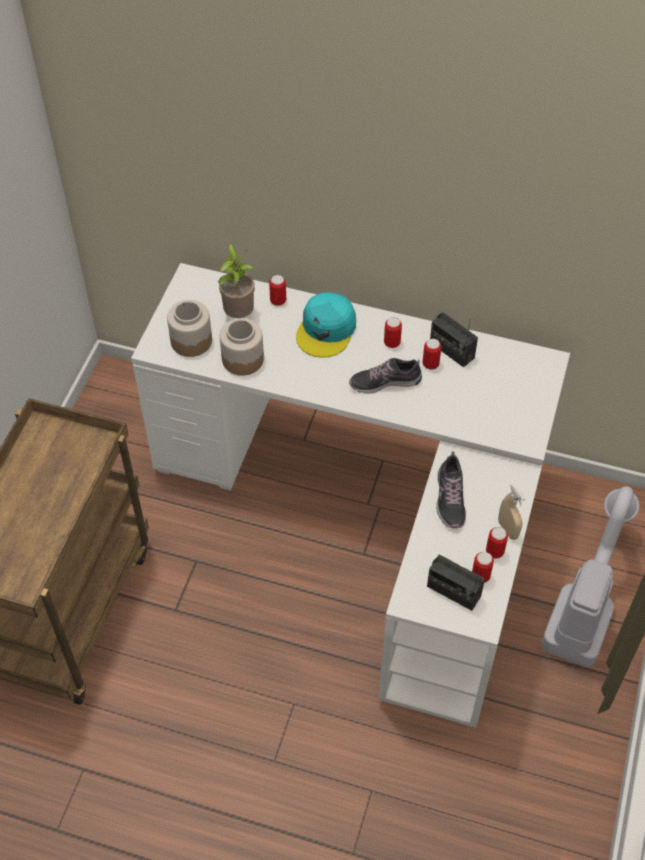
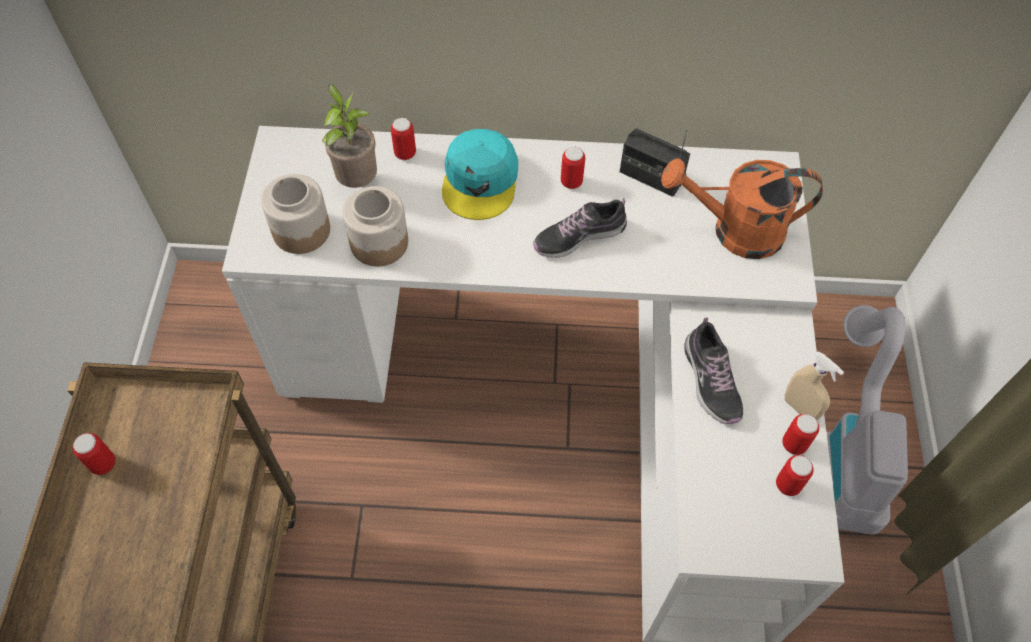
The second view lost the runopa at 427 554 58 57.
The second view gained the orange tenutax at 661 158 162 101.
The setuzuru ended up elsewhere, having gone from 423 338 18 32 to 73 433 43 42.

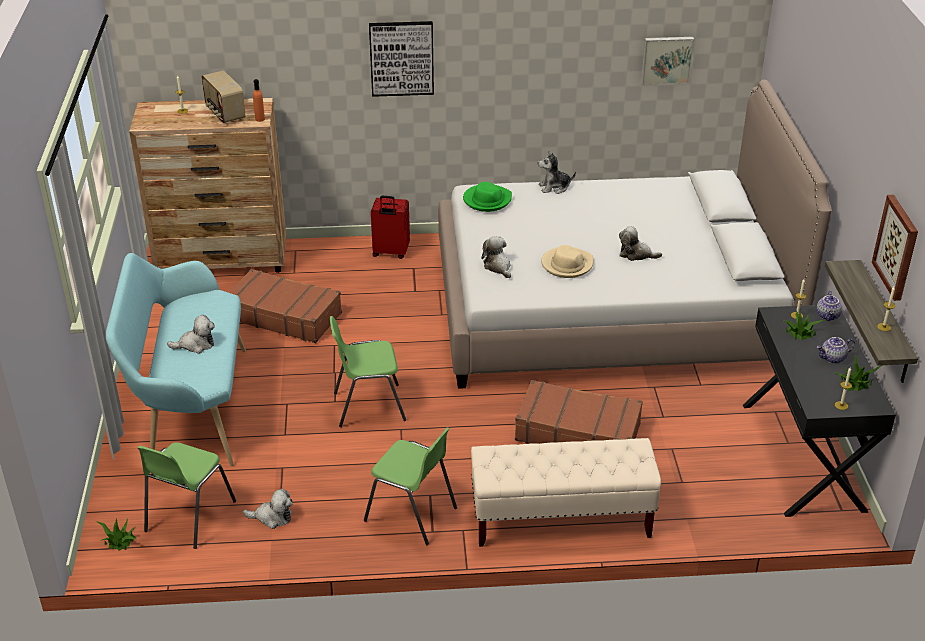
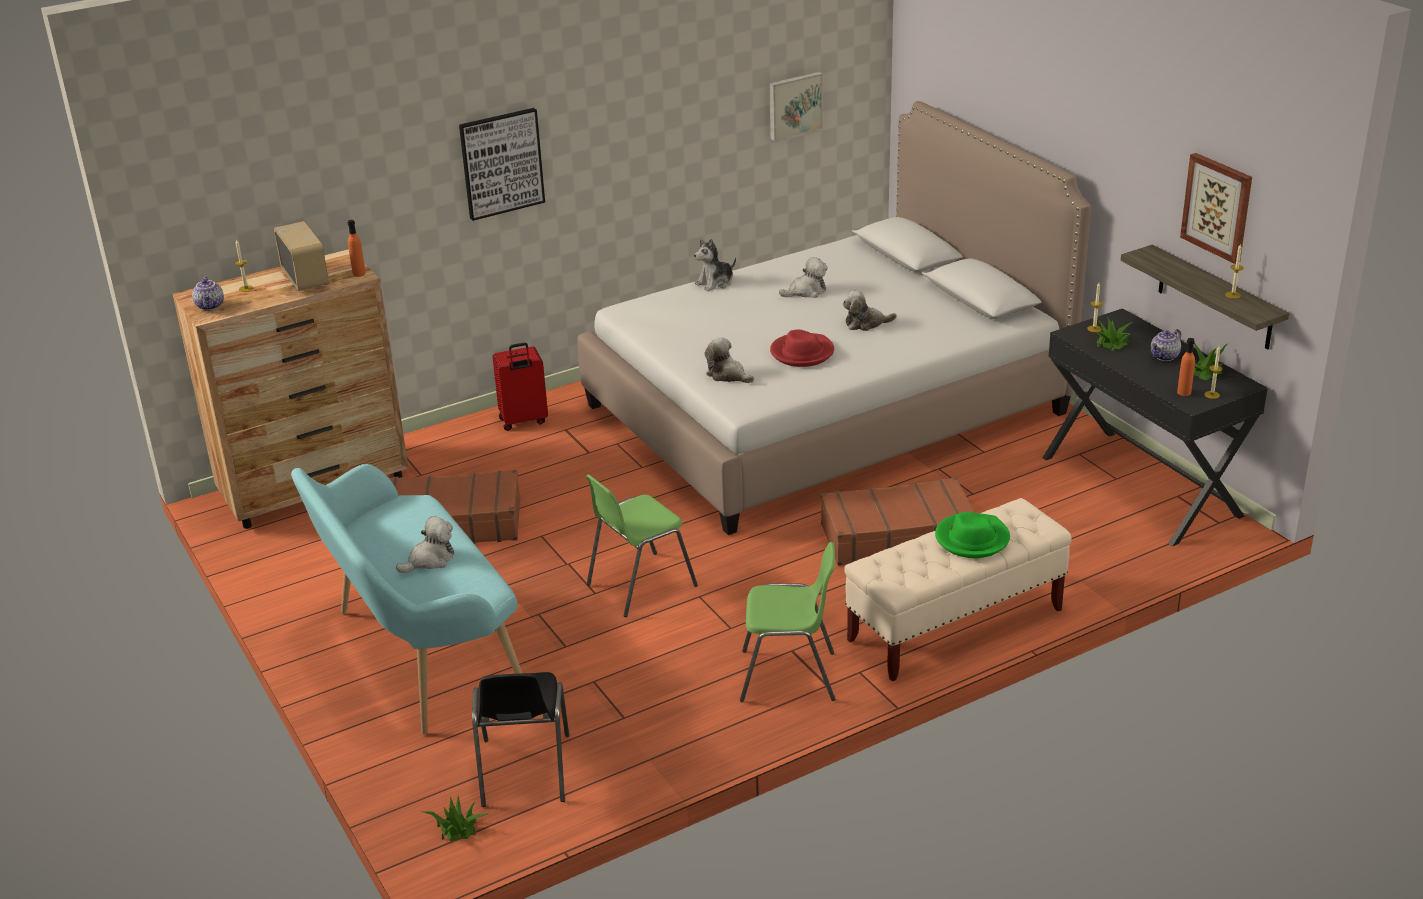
The second view gained the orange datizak at 1177 338 18 58.
The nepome ended up elsewhere, having gone from 243 489 50 40 to 779 257 49 41.
The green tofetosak ended up elsewhere, having gone from 463 182 49 30 to 935 512 75 46.
The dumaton ended up elsewhere, having gone from 817 291 25 30 to 192 276 32 34.
What was the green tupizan at 138 442 98 107 turned into the black tupizan at 472 672 97 135.
What was the beige tofetosak at 541 245 53 33 turned into the red tofetosak at 770 329 64 38.
The runopa at 201 70 45 53 ended up facing another way, 150 degrees counterclockwise from before.

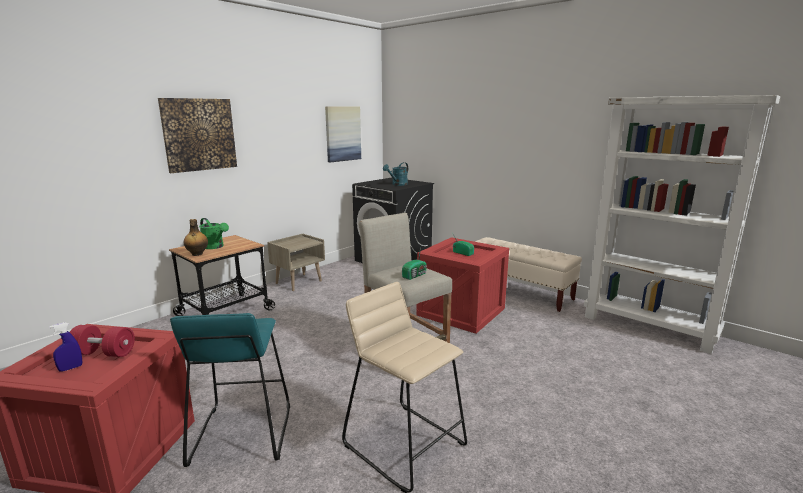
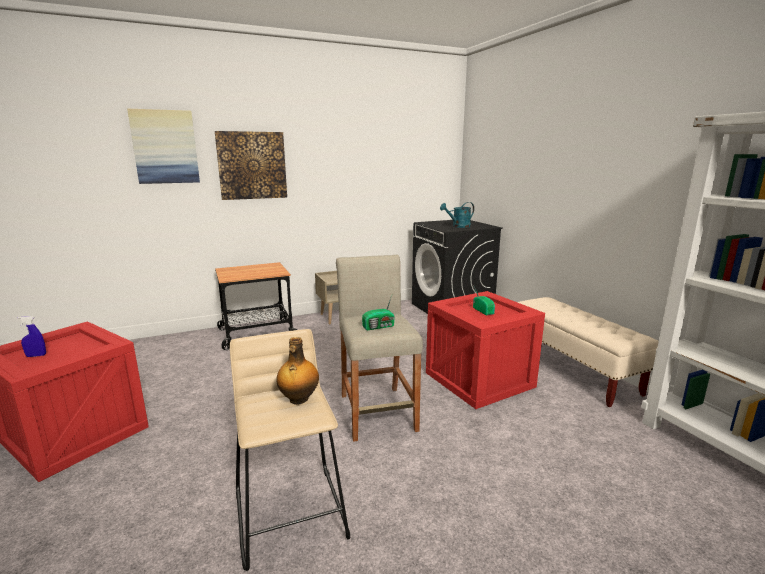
The second view lost the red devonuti at 70 325 65 32.
The second view lost the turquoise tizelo at 170 313 120 154.
The second view lost the green tenutax at 199 218 30 31.
The datizak ended up elsewhere, having gone from 184 219 24 37 to 276 337 43 68.
The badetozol ended up elsewhere, having gone from 325 106 36 56 to 127 109 73 75.

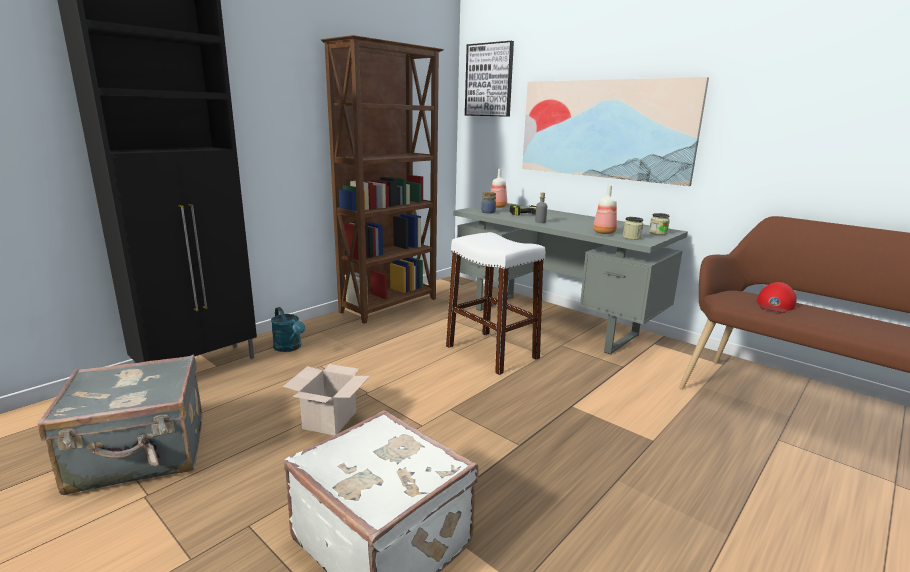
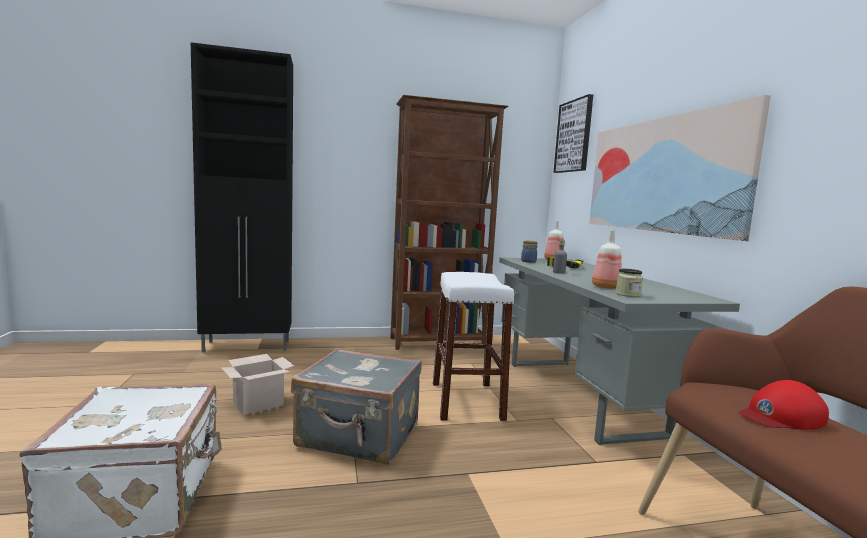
The second view lost the turquoise tenutax at 271 307 34 45.
The second view lost the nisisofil at 649 213 21 22.
The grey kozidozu ended up elsewhere, having gone from 38 355 165 140 to 291 349 131 116.

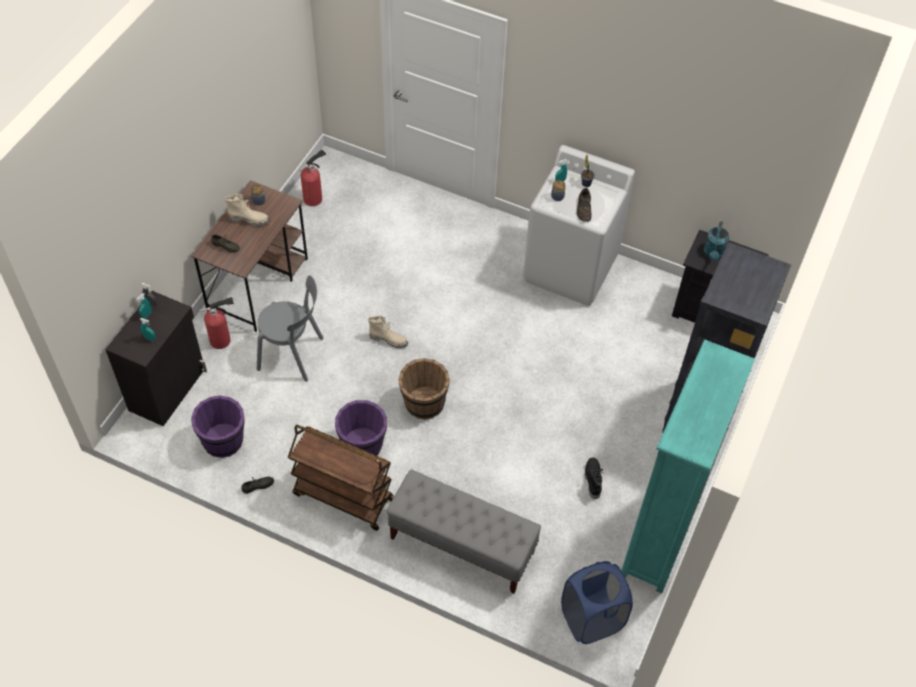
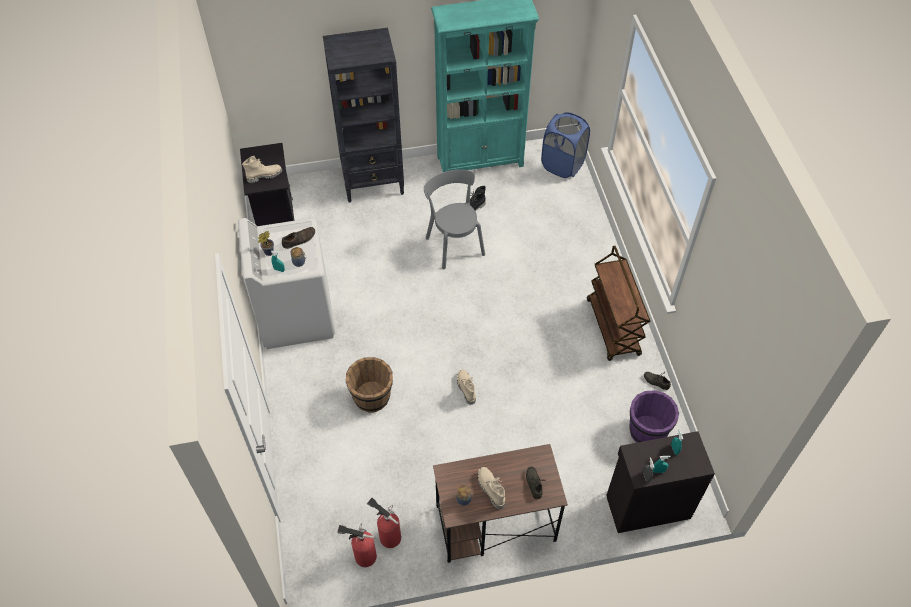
The second view lost the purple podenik at 335 400 52 56.
The second view lost the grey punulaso at 387 469 154 125.
The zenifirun ended up elsewhere, having gone from 199 297 35 52 to 367 498 34 50.
The grey tupizan ended up elsewhere, having gone from 257 275 67 107 to 424 170 61 100.
The brown podenik ended up elsewhere, having gone from 398 358 52 61 to 346 357 47 56.
Where the turquoise tenutax stood at 704 221 26 40, the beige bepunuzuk came to stand at 242 156 40 27.

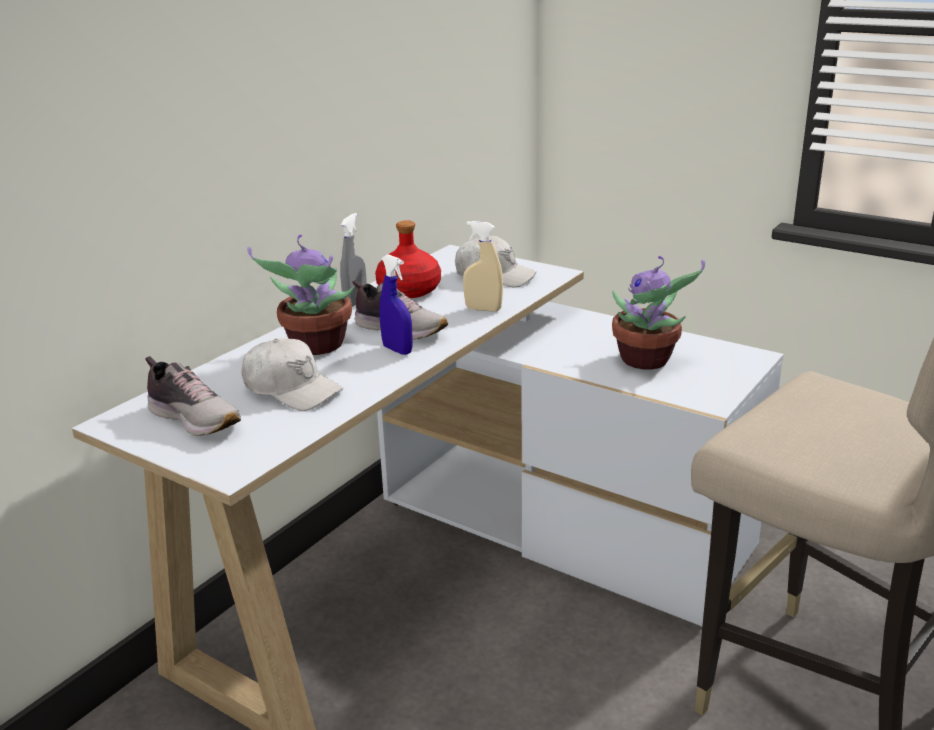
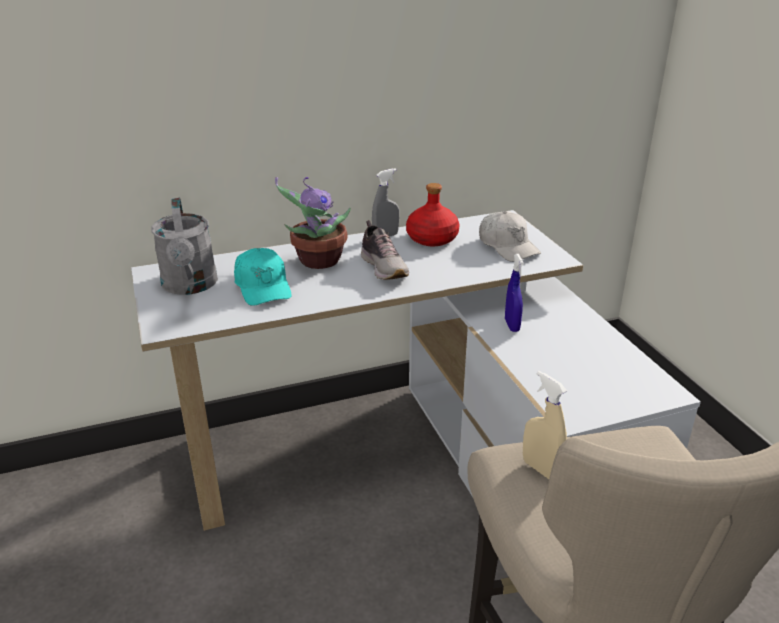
The second view lost the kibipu at 612 256 93 114.
The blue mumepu ended up elsewhere, having gone from 379 254 34 101 to 505 254 19 78.
The beige mumepu ended up elsewhere, having gone from 463 221 40 91 to 523 371 44 108.
Where the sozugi stood at 146 356 95 80, the grey tenutax came to stand at 151 197 67 98.
What was the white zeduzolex at 241 338 102 73 turned into the turquoise zeduzolex at 234 248 58 58.

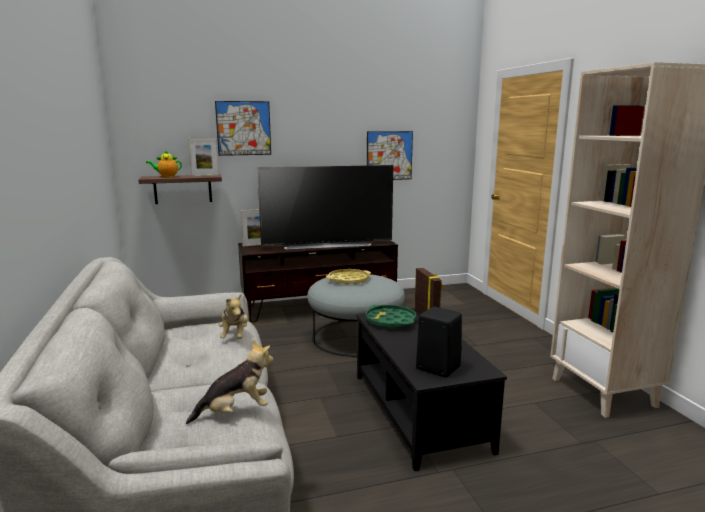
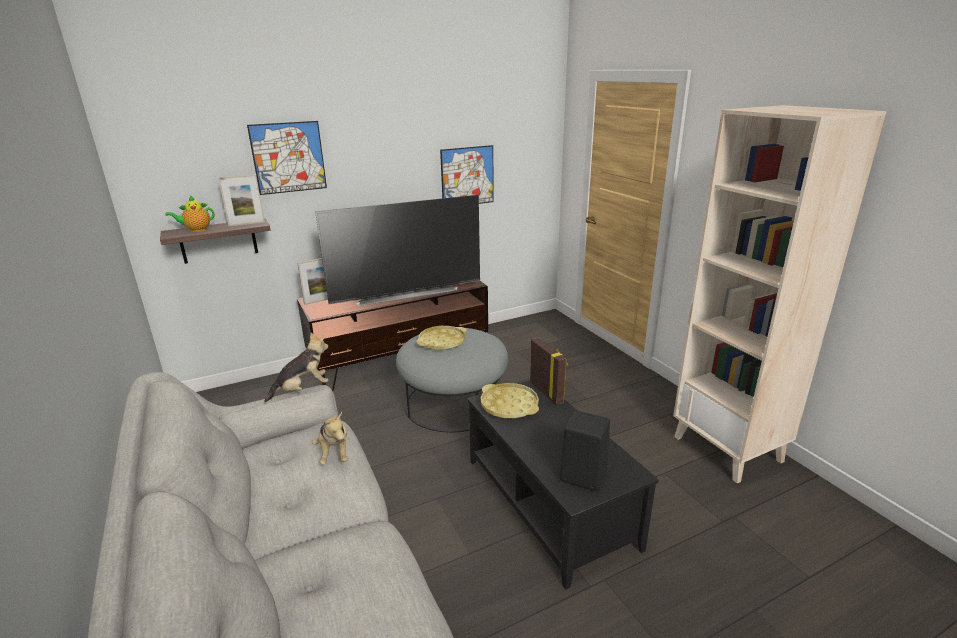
The nepome ended up elsewhere, having gone from 186 340 87 84 to 264 332 64 71.
What was the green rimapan at 366 305 50 23 turned into the yellow rimapan at 481 383 58 36.

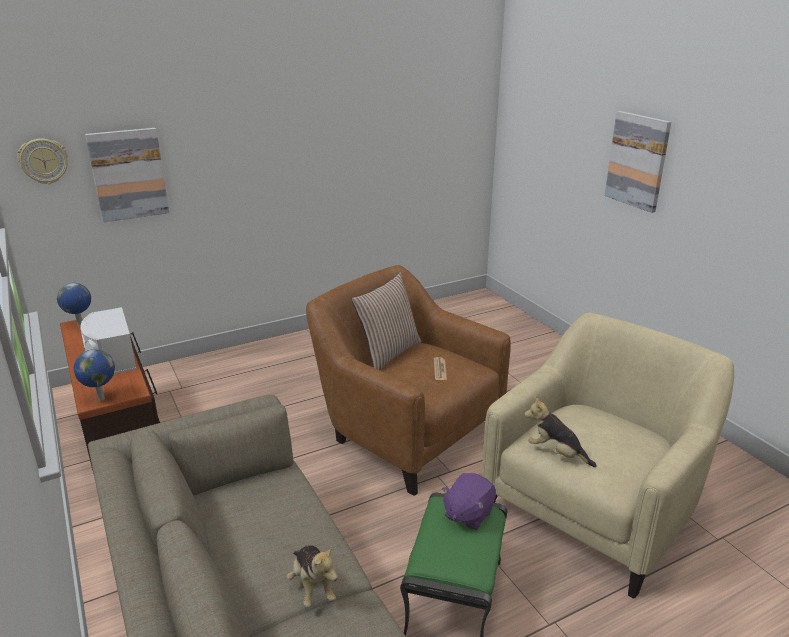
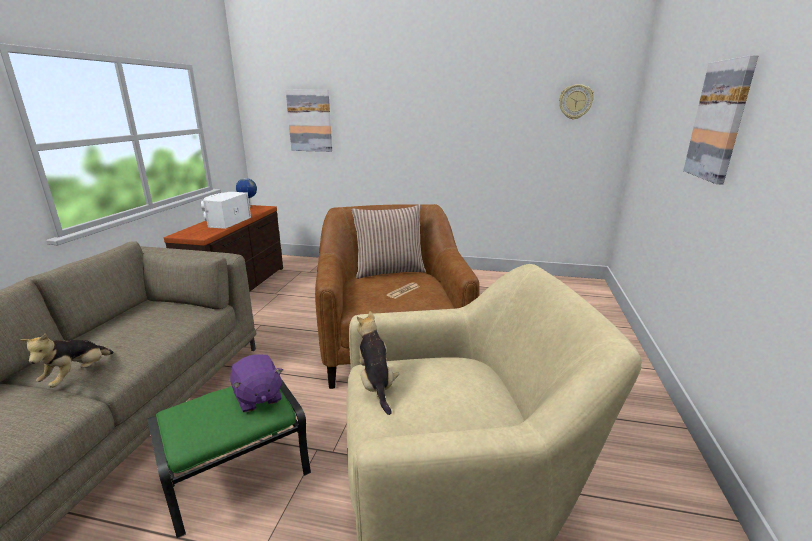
The second view lost the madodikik at 73 349 42 52.
The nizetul ended up elsewhere, having gone from 17 139 51 45 to 559 84 35 36.
The purple nepome at 442 473 54 57 ended up facing another way, 105 degrees counterclockwise from before.

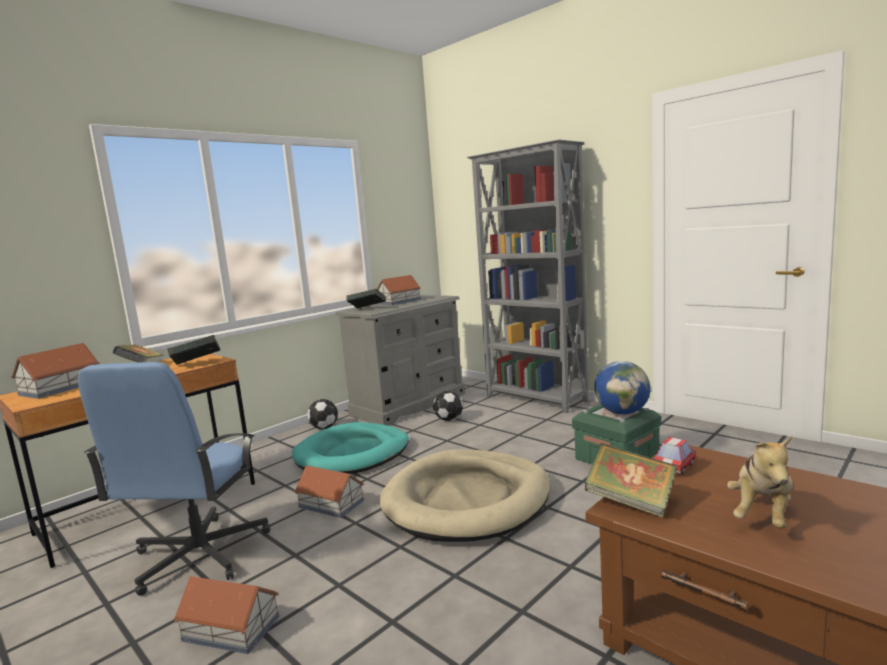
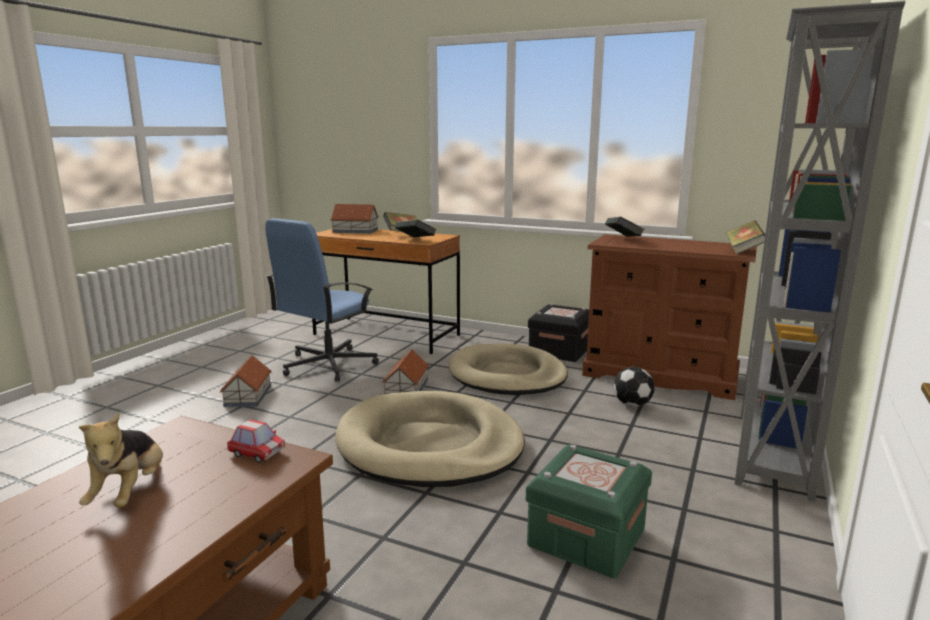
The second view lost the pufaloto at 377 275 44 30.
The second view lost the madodikik at 594 361 56 54.
The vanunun ended up elsewhere, having gone from 585 443 92 75 to 725 220 40 34.
Where the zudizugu stood at 307 399 31 30, the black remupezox came to stand at 528 303 61 59.
What was the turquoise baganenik at 292 422 117 52 turned into the beige baganenik at 448 344 120 51.
What was the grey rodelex at 336 295 129 131 turned into the brown rodelex at 582 234 175 166.
The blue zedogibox at 78 362 193 234 ended up facing another way, 45 degrees counterclockwise from before.
The nepome at 727 436 66 93 ended up facing another way, 105 degrees counterclockwise from before.

